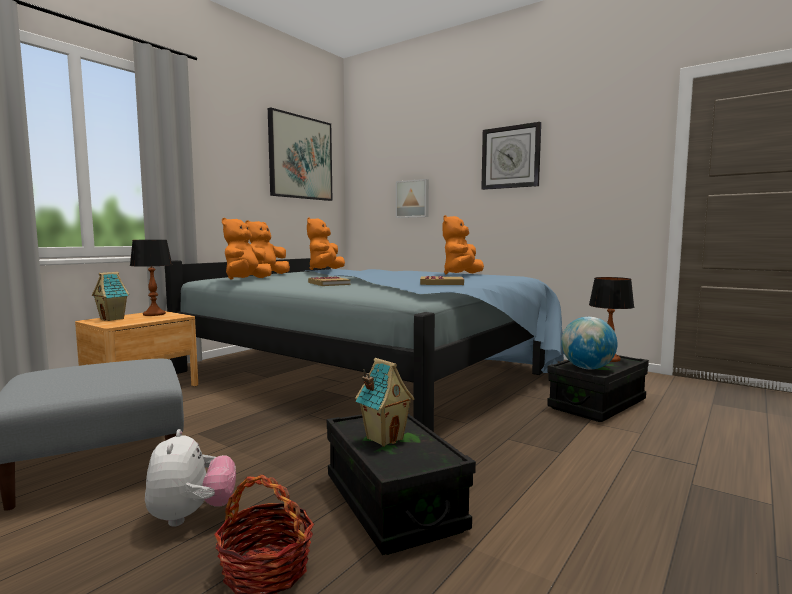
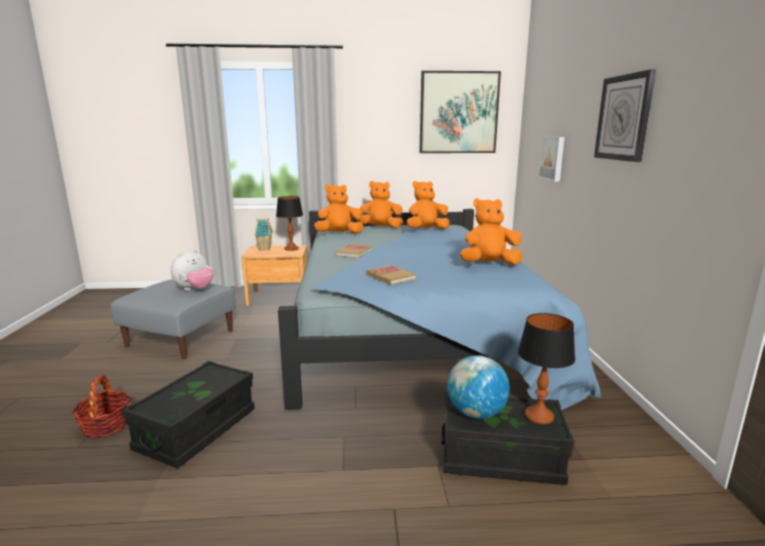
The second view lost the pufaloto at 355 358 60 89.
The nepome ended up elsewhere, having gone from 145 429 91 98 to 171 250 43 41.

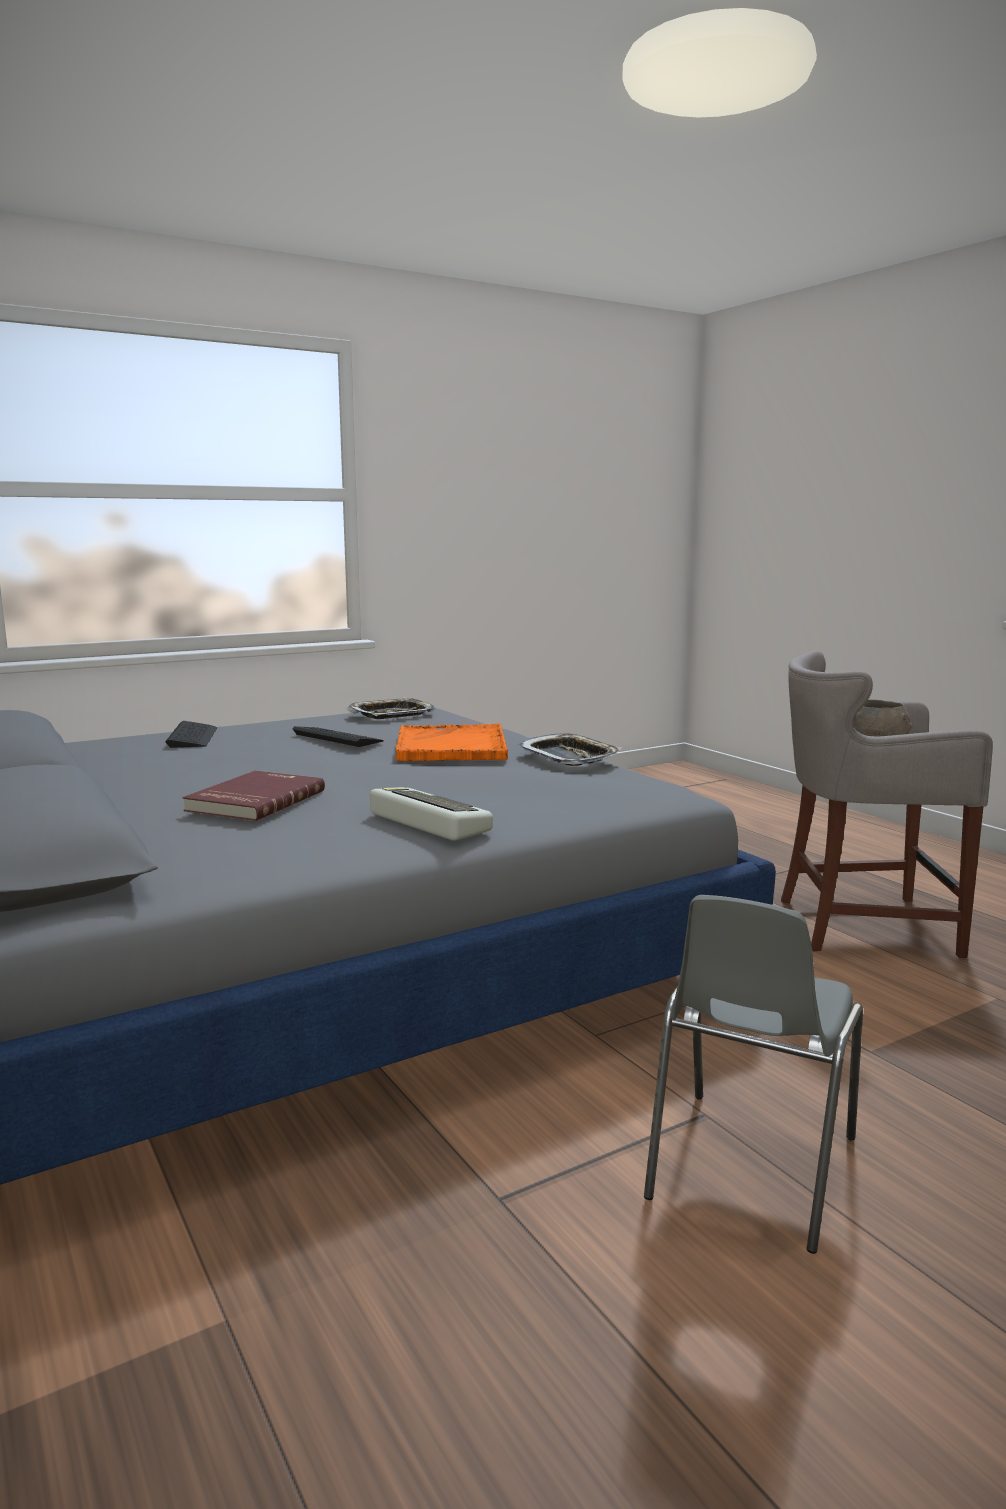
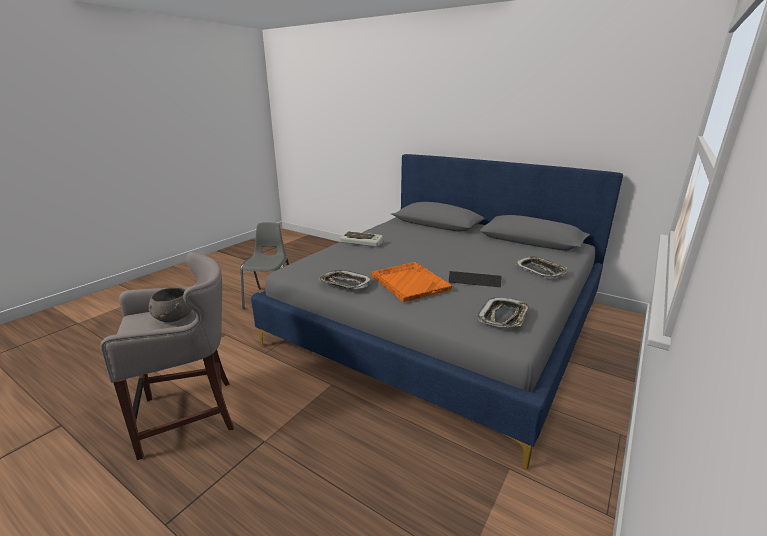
The second view lost the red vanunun at 183 771 142 50.
Where the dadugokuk stood at 165 721 52 27, the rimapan came to stand at 515 256 52 22.

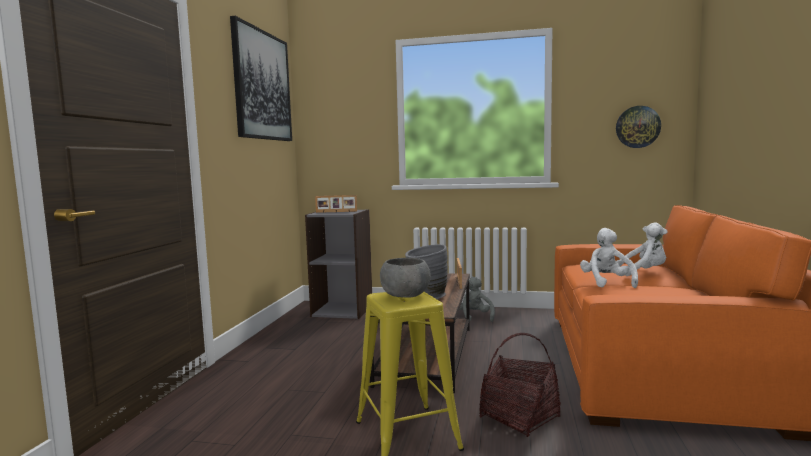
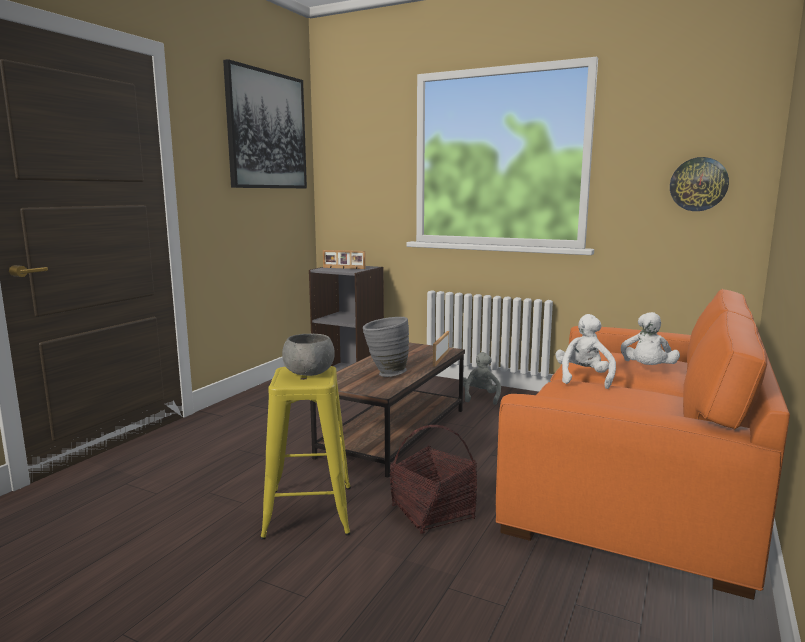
The white nepome at 616 223 51 53 ended up facing another way, 90 degrees clockwise from before.

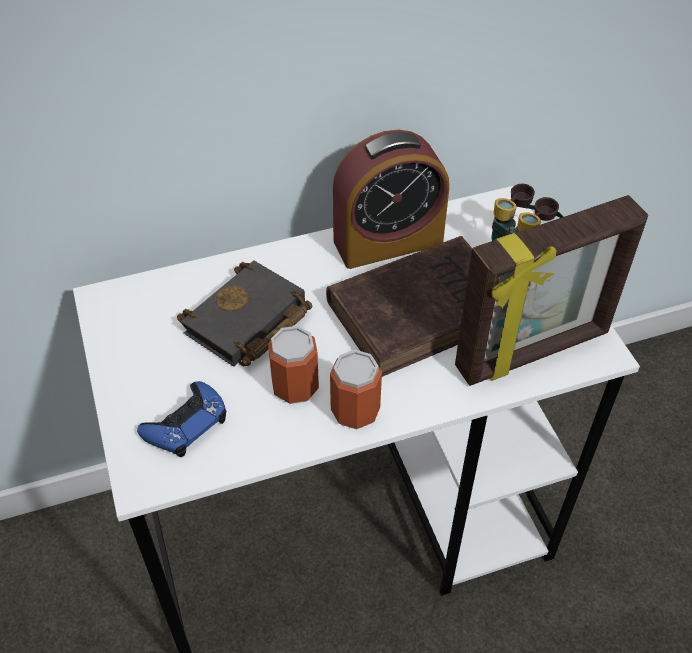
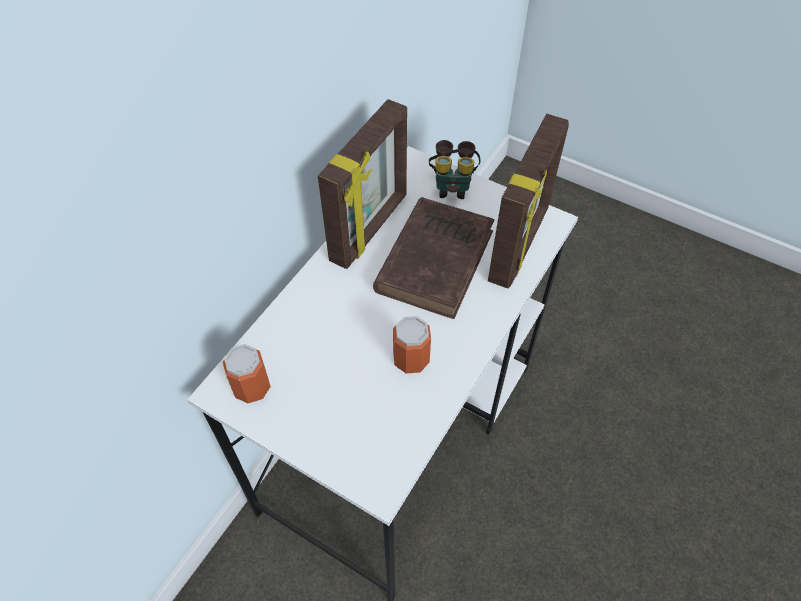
The second view lost the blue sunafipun at 137 381 89 76.
The second view lost the black vanunun at 177 261 135 106.
The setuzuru ended up elsewhere, having gone from 330 350 52 79 to 223 344 48 59.
Where the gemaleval stood at 333 130 116 139, the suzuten came to stand at 318 99 89 170.

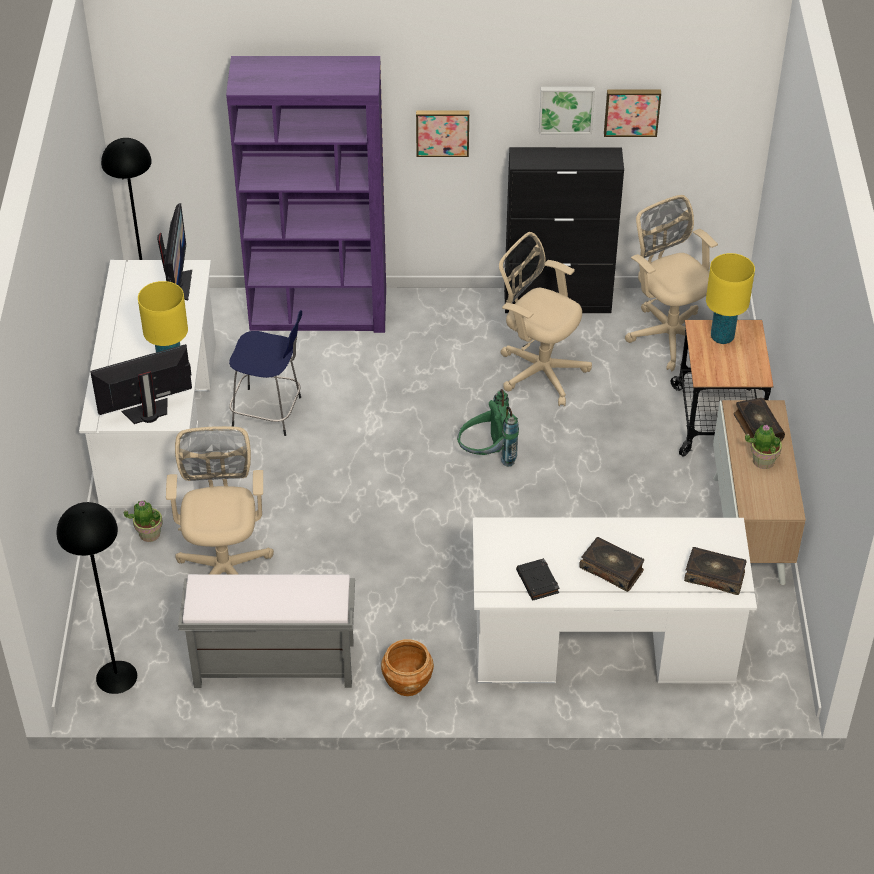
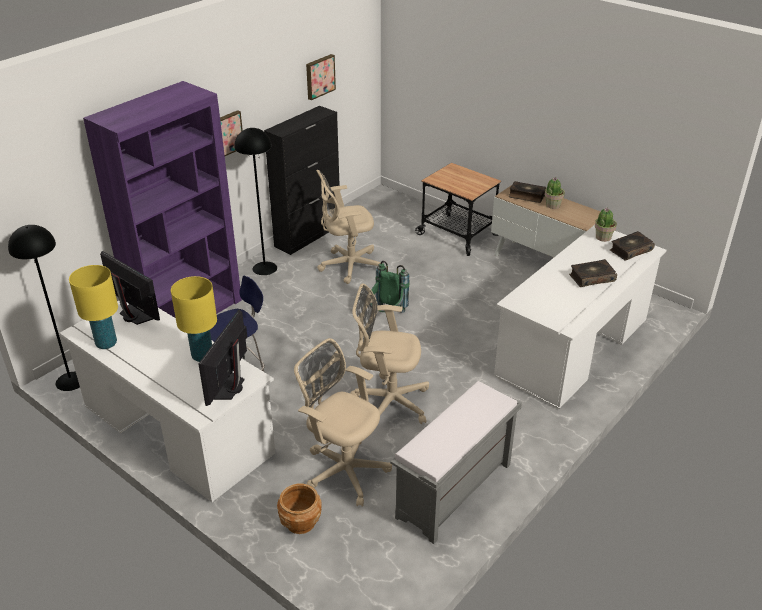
The second view lost the black vanunun at 516 558 44 42.
The second view lost the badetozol at 539 87 56 47.
The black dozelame ended up elsewhere, having gone from 57 502 80 192 to 234 128 43 147.
The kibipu ended up elsewhere, having gone from 124 500 39 42 to 595 207 22 35.
The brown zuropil ended up elsewhere, having gone from 381 639 53 57 to 277 484 45 50.
The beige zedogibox ended up elsewhere, having gone from 625 195 93 176 to 350 284 79 140.
The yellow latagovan ended up elsewhere, having gone from 706 253 49 91 to 69 265 49 84.

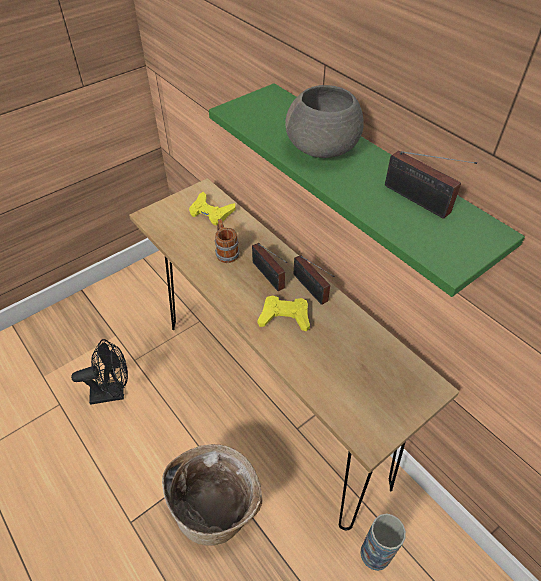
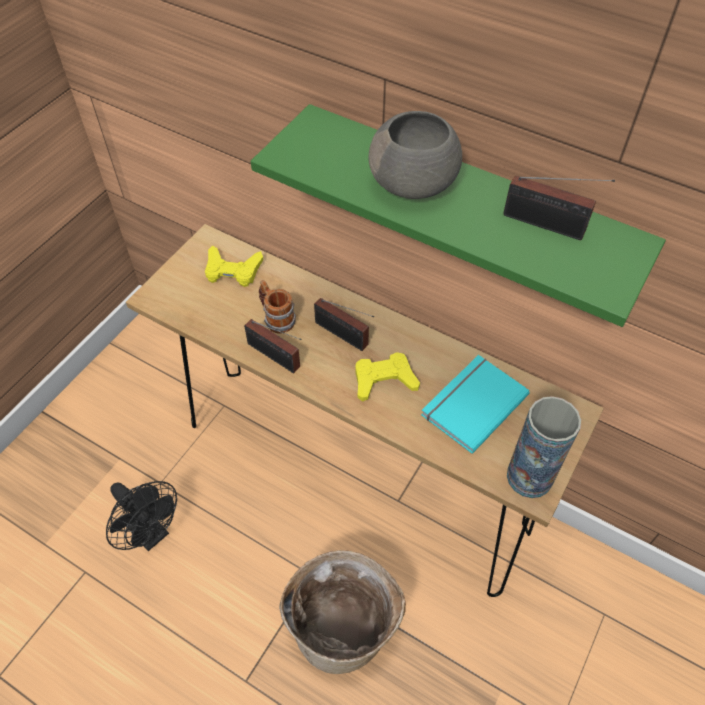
The second view gained the turquoise vanunun at 421 355 109 99.
The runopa ended up elsewhere, having gone from 294 255 41 50 to 244 319 58 54.
The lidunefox ended up elsewhere, having gone from 360 513 46 58 to 507 396 74 102.
The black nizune at 71 339 57 65 ended up facing another way, 75 degrees clockwise from before.

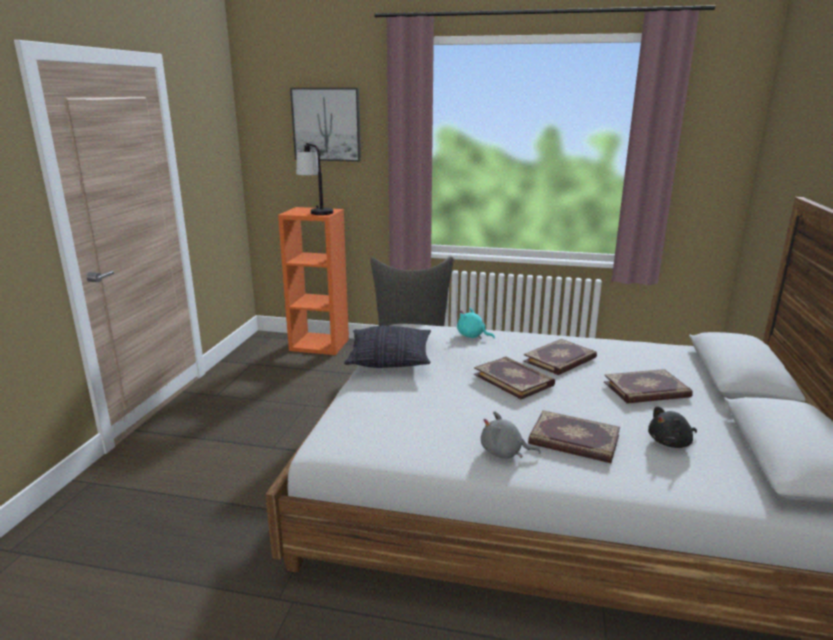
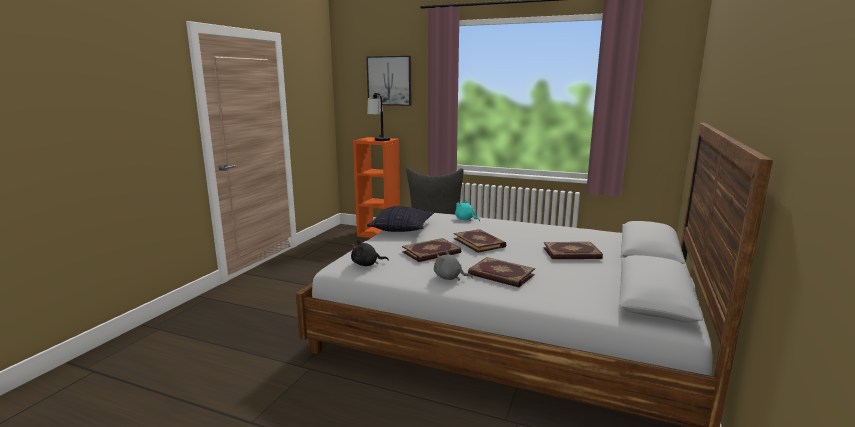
The vanunun ended up elsewhere, having gone from 524 339 73 36 to 402 238 59 24.
The black nepome ended up elsewhere, having gone from 648 406 49 42 to 351 240 38 26.

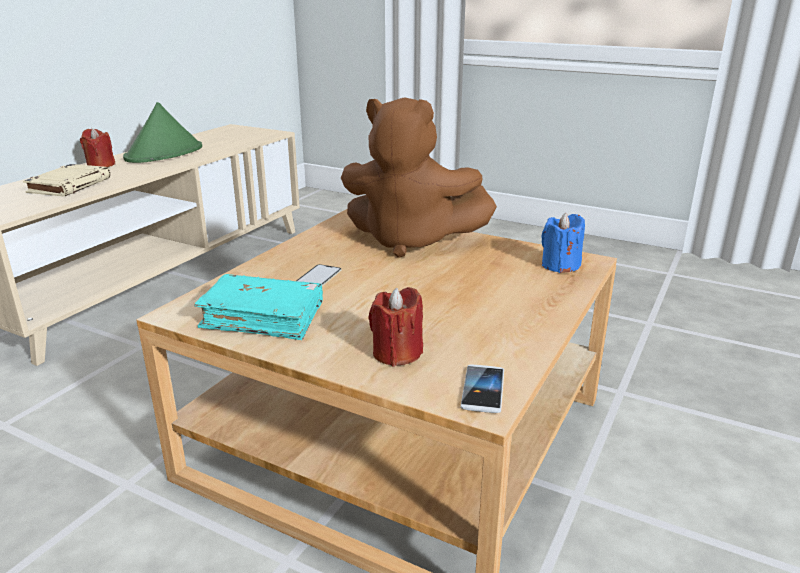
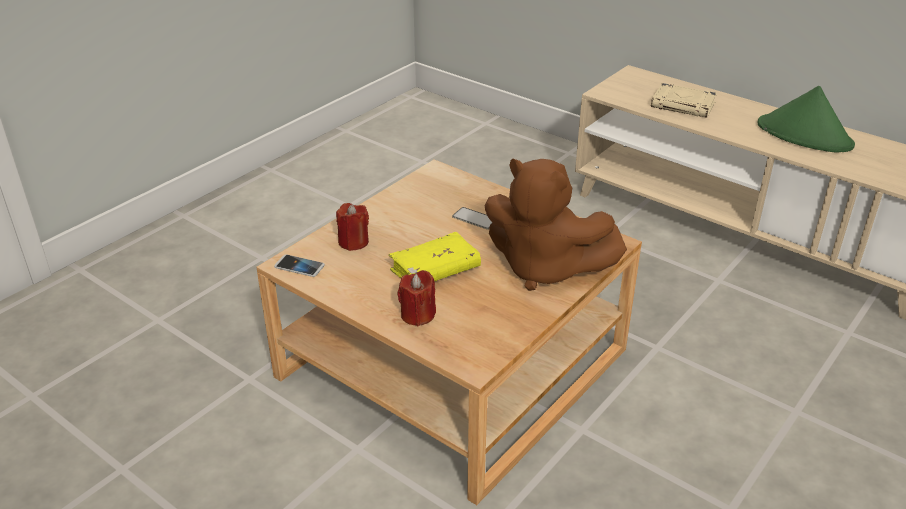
The second view lost the turquoise vanunun at 194 274 129 66.
The second view lost the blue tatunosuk at 541 213 44 60.
The second view gained the yellow vanunun at 388 232 93 49.
The red tatunosuk ended up elsewhere, having gone from 80 128 35 39 to 397 270 39 56.
The brown nepome at 341 97 156 161 ended up facing another way, 90 degrees counterclockwise from before.

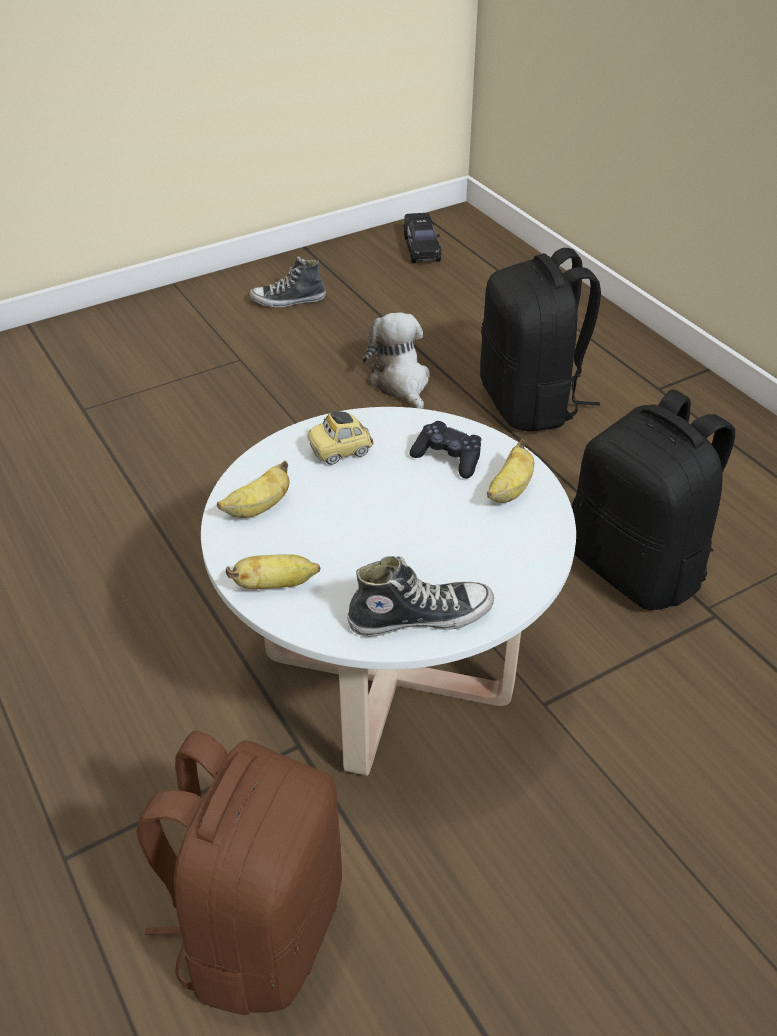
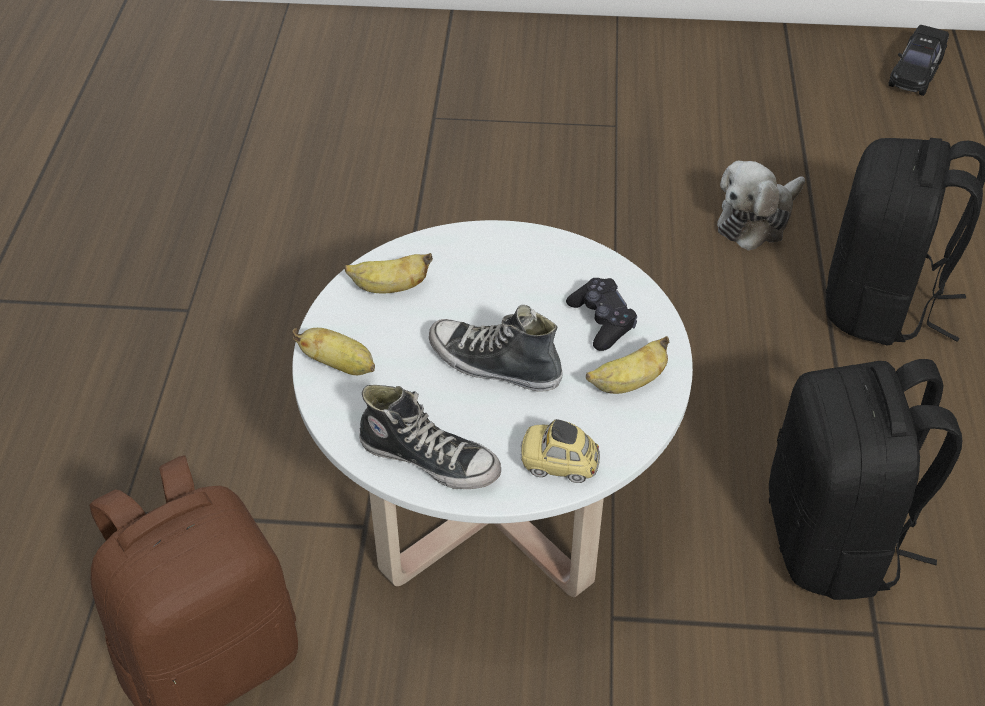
The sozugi ended up elsewhere, having gone from 249 256 77 52 to 429 305 134 87.
The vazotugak ended up elsewhere, having gone from 307 411 67 54 to 521 419 79 64.
The nepome at 363 313 67 96 ended up facing another way, 150 degrees counterclockwise from before.

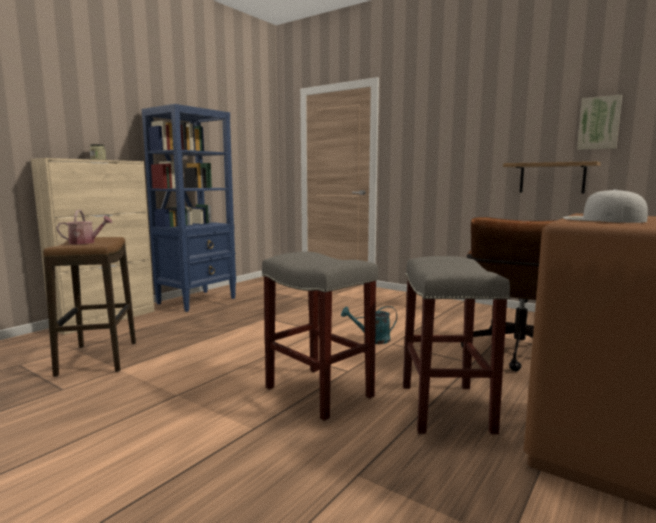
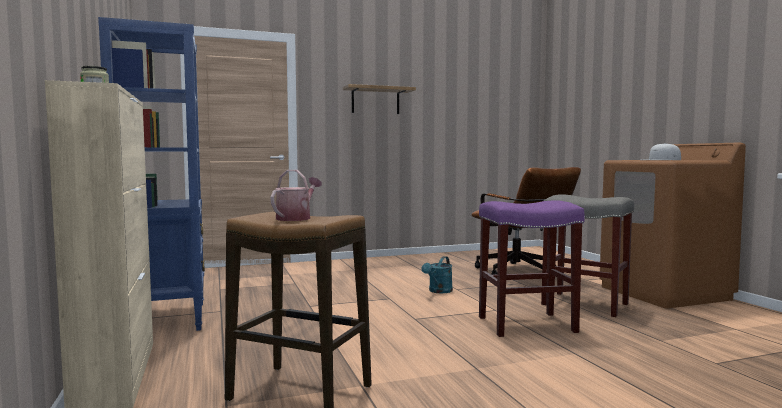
The second view lost the badetozol at 577 95 45 55.
The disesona ended up elsewhere, having gone from 503 161 98 33 to 343 84 73 30.
What was the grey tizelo at 262 251 116 170 turned into the purple tizelo at 479 200 106 137.

